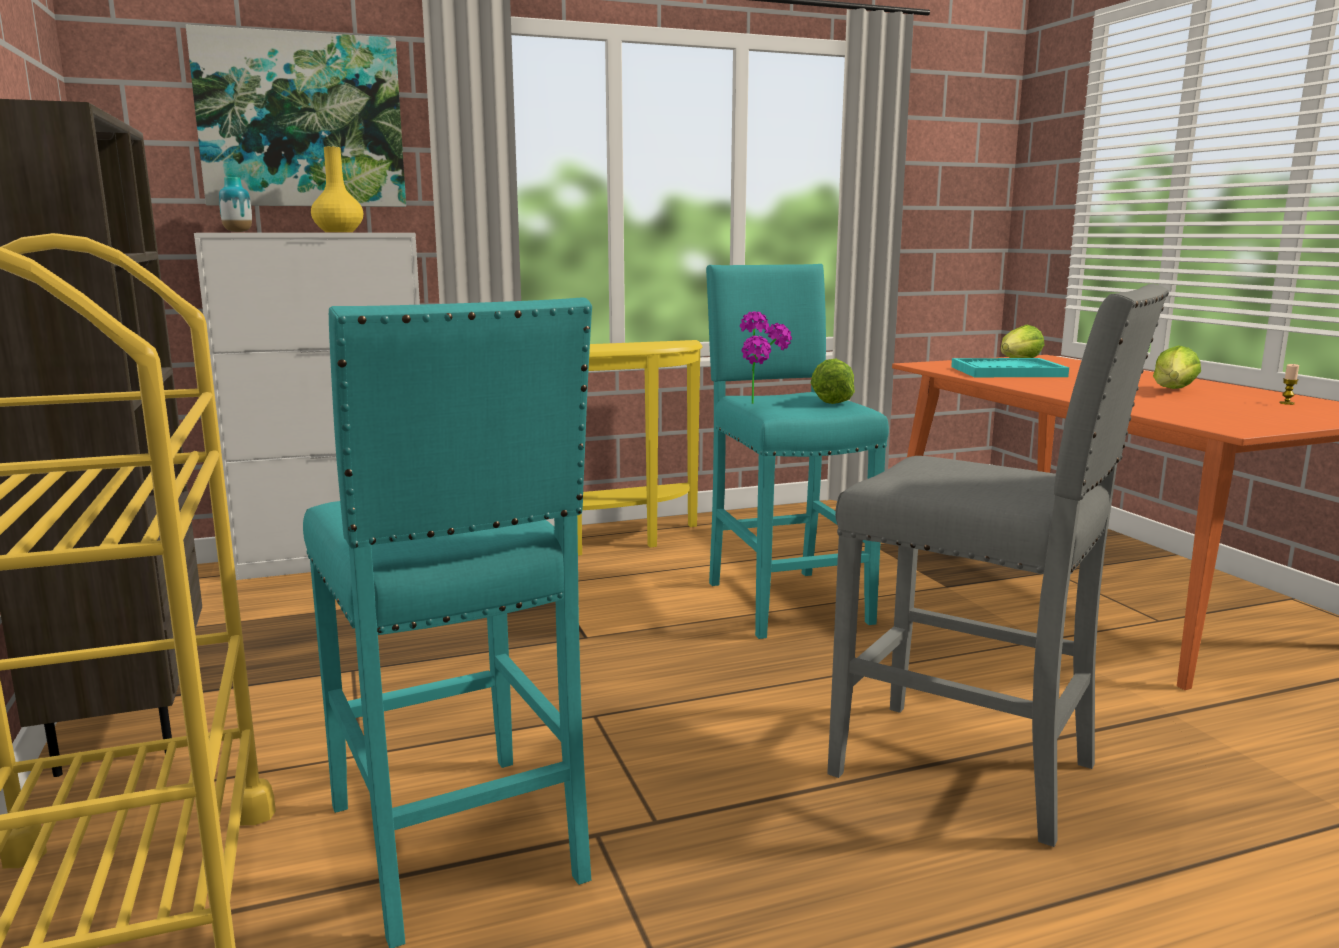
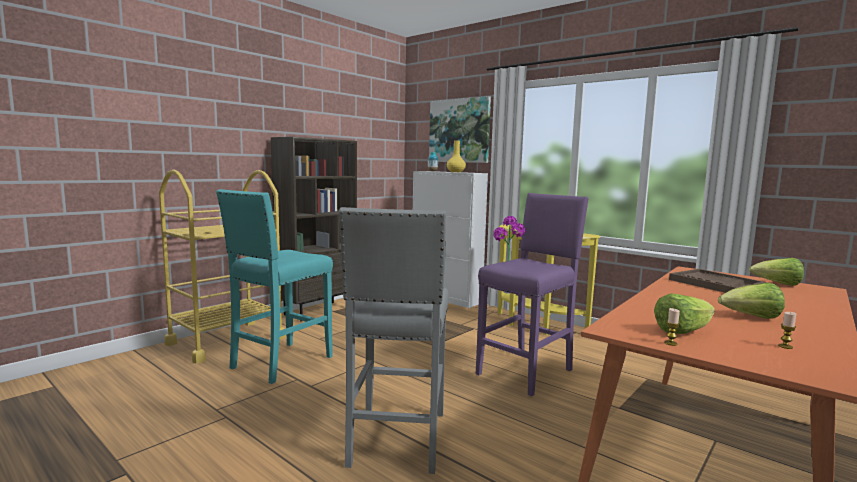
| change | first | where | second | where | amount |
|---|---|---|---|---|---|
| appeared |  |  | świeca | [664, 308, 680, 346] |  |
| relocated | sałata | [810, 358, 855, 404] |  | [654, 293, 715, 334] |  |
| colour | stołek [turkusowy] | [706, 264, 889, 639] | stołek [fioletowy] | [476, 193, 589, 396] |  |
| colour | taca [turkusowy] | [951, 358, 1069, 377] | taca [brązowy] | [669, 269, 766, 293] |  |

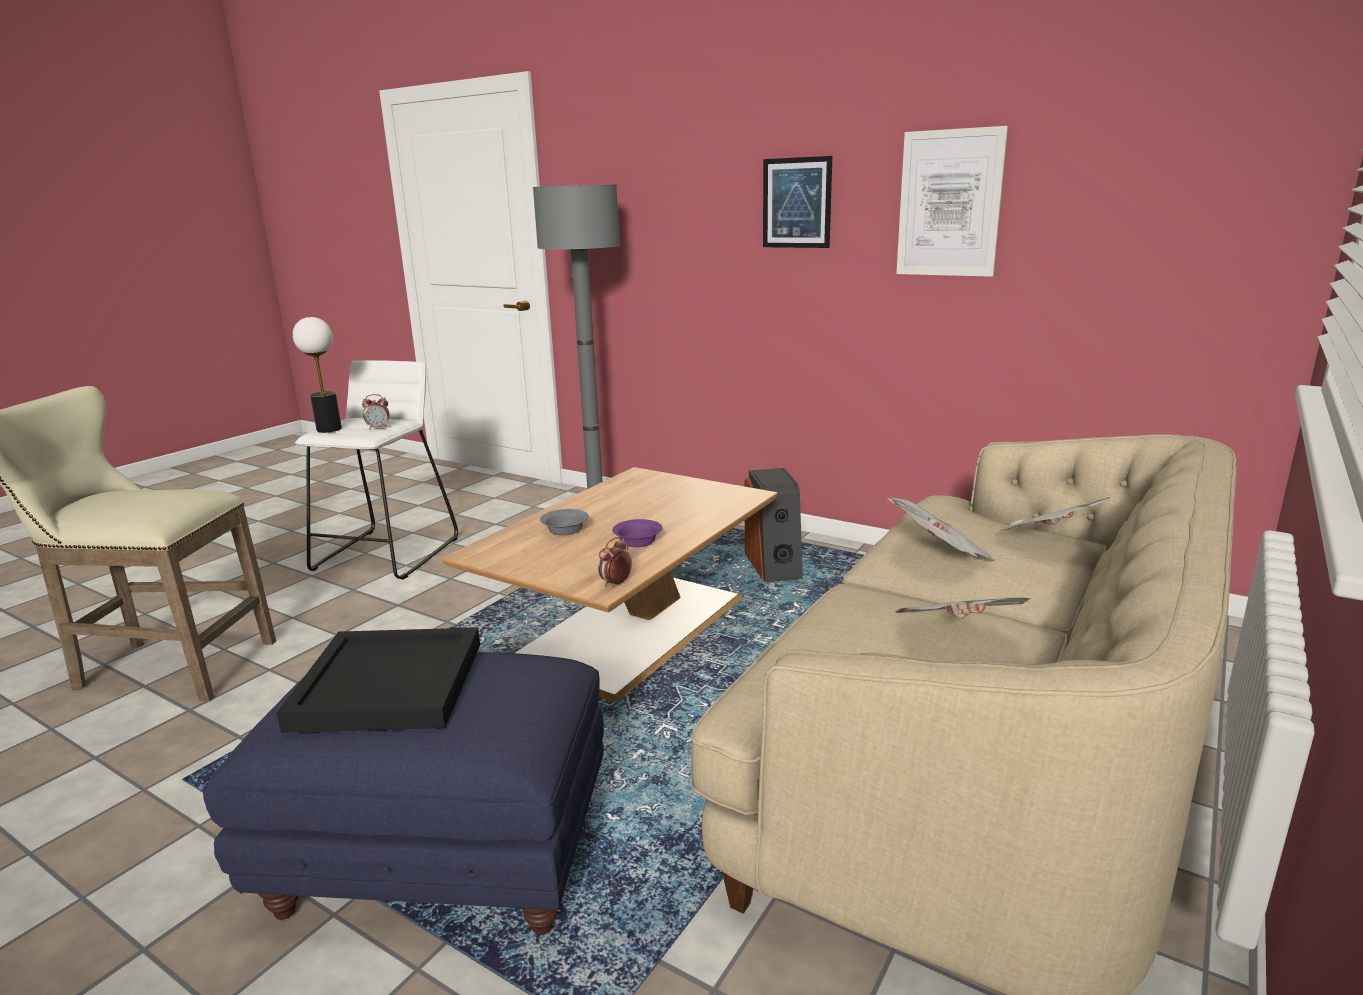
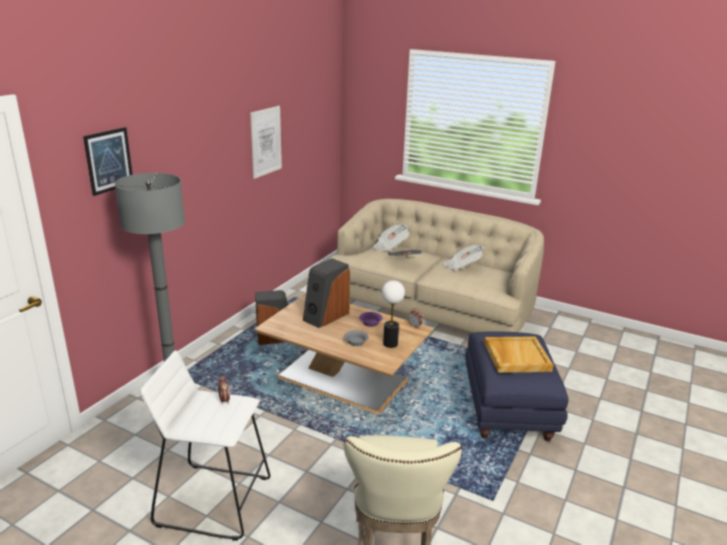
| change | first | where | second | where | amount |
|---|---|---|---|---|---|
| appeared |  |  | głośnik | [303, 258, 350, 328] |  |
| relocated | lampa stołowa | [293, 317, 342, 433] |  | [382, 280, 405, 348] |  |
| relocated | obraz | [763, 156, 832, 248] |  | [83, 127, 133, 196] |  |
| colour | taca [czarny] | [277, 628, 480, 733] | taca [beżowy] | [484, 336, 553, 373] |  |

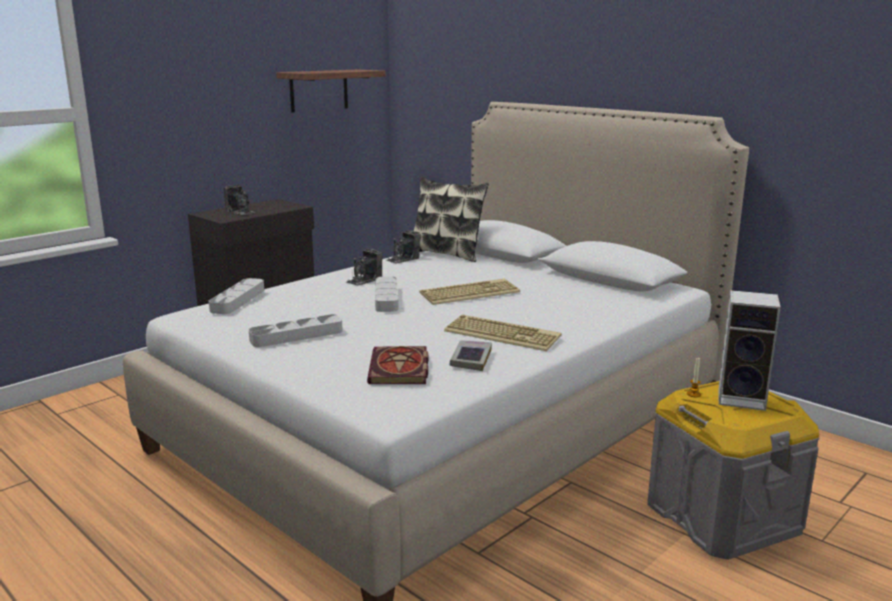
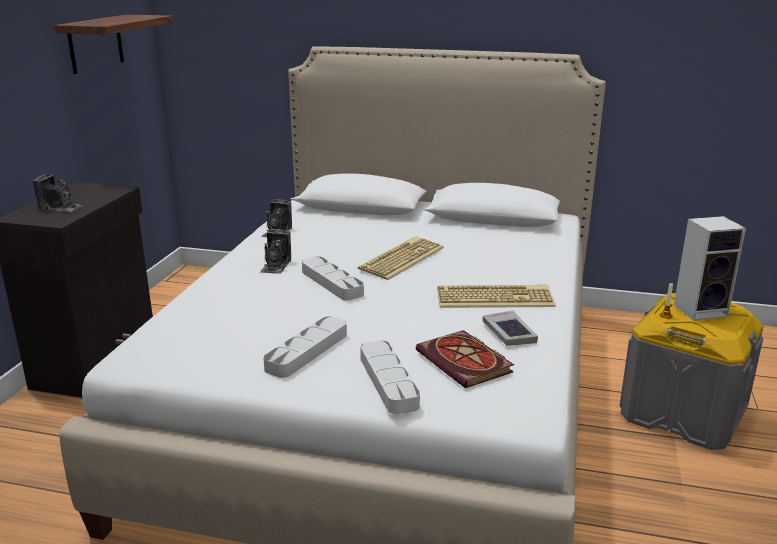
| change | first | where | second | where | amount |
|---|---|---|---|---|---|
| missing | poduszka | [414, 177, 489, 262] |  |  |  |
| relocated | taca [szary] | [209, 278, 264, 314] |  | [360, 340, 420, 414] |  |

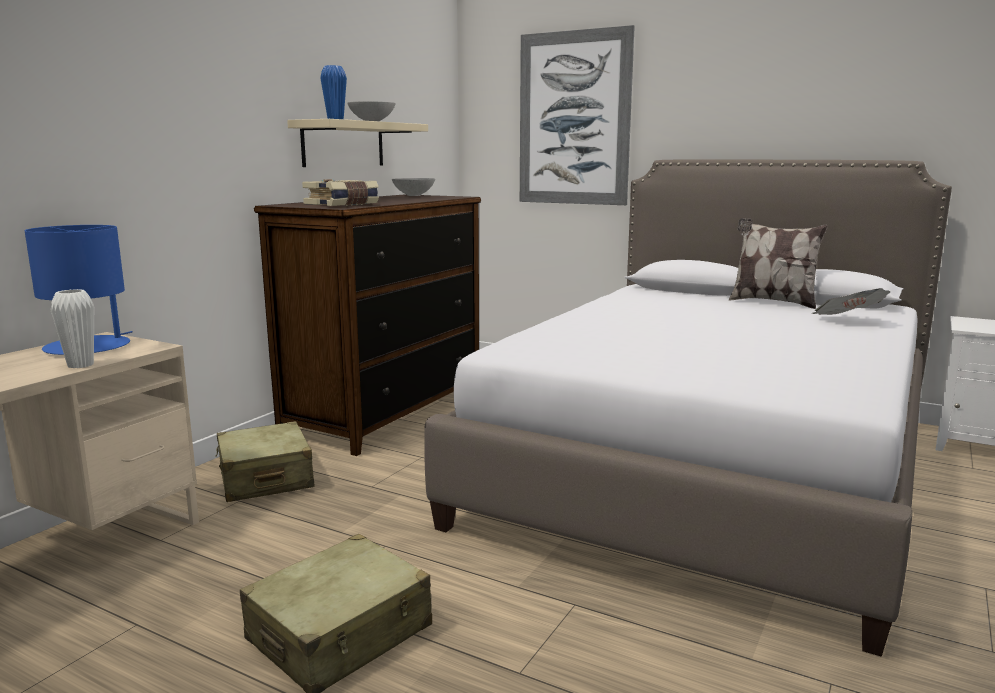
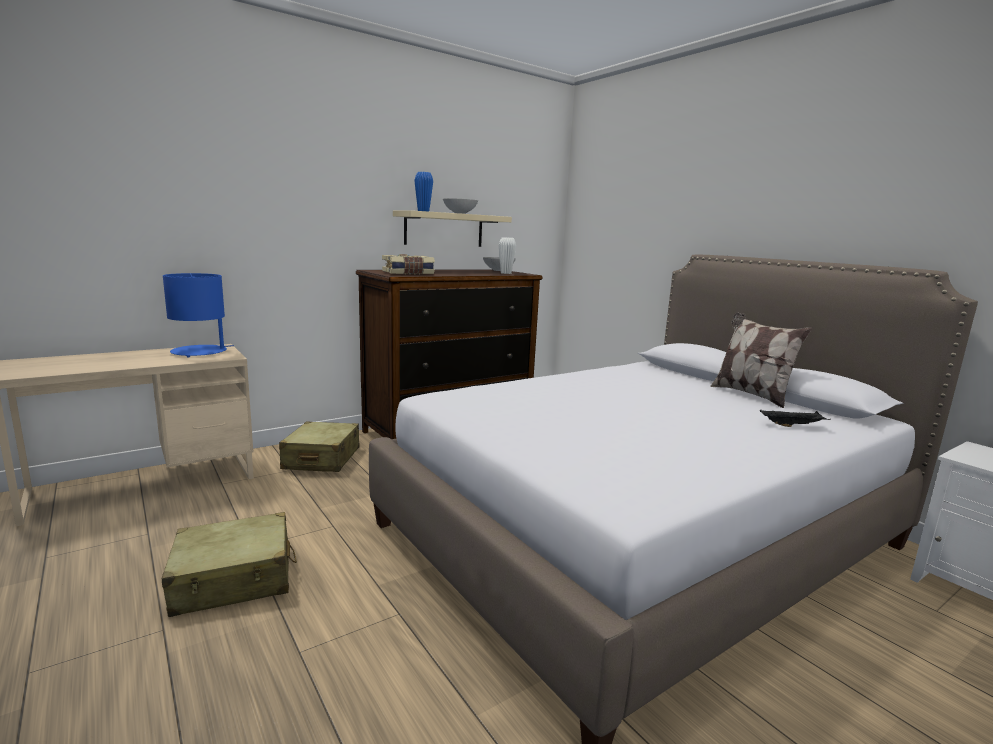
| change | first | where | second | where | amount |
|---|---|---|---|---|---|
| missing | obraz | [520, 25, 635, 205] |  |  |  |
| relocated | wazon [biały] | [51, 289, 94, 368] |  | [499, 237, 516, 274] |  |
| exchanged | gazeta | [812, 288, 890, 315] | taca [czarny] | [760, 410, 831, 427] |  |

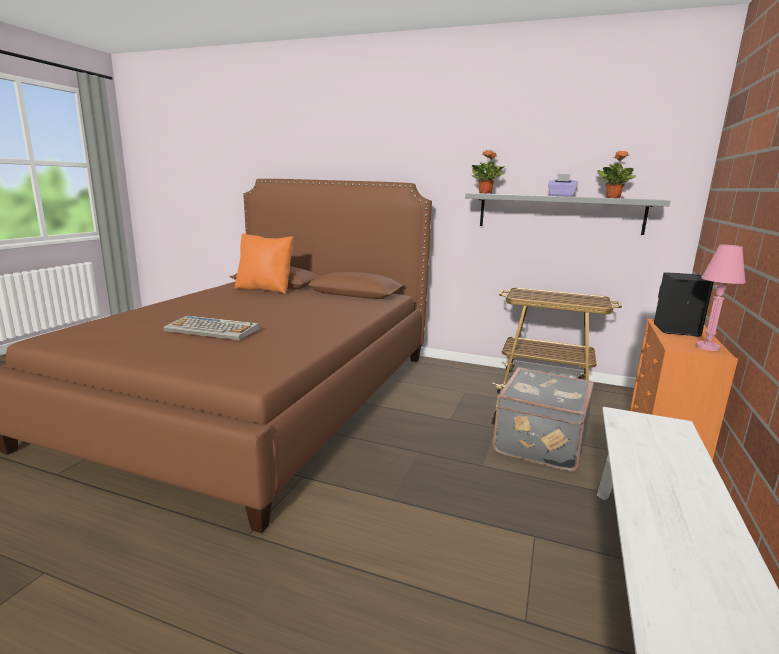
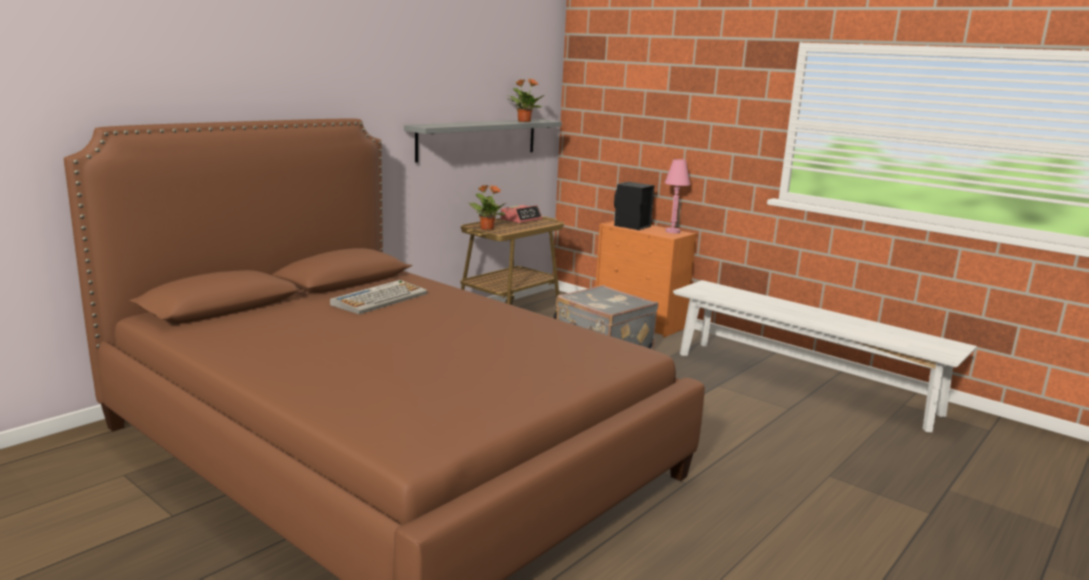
| change | first | where | second | where | amount |
|---|---|---|---|---|---|
| missing | poduszka [pomarańczowy] | [234, 233, 293, 294] |  |  |  |
| missing | pudełko chusteczek [fioletowy] | [548, 174, 578, 197] |  |  |  |
| appeared |  |  | budzik | [501, 205, 542, 223] |  |
| relocated | klawiatura | [164, 315, 260, 340] |  | [330, 280, 427, 314] |  |
| relocated | roślina doniczkowa | [472, 150, 505, 194] |  | [468, 185, 506, 230] |  |

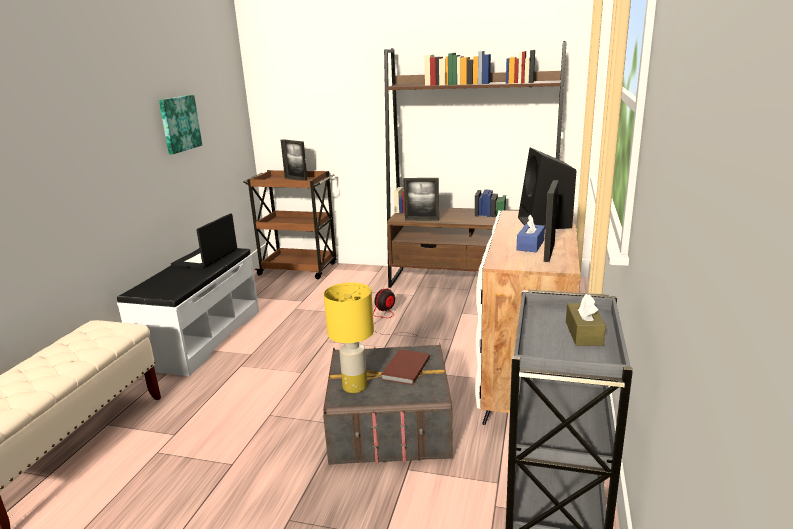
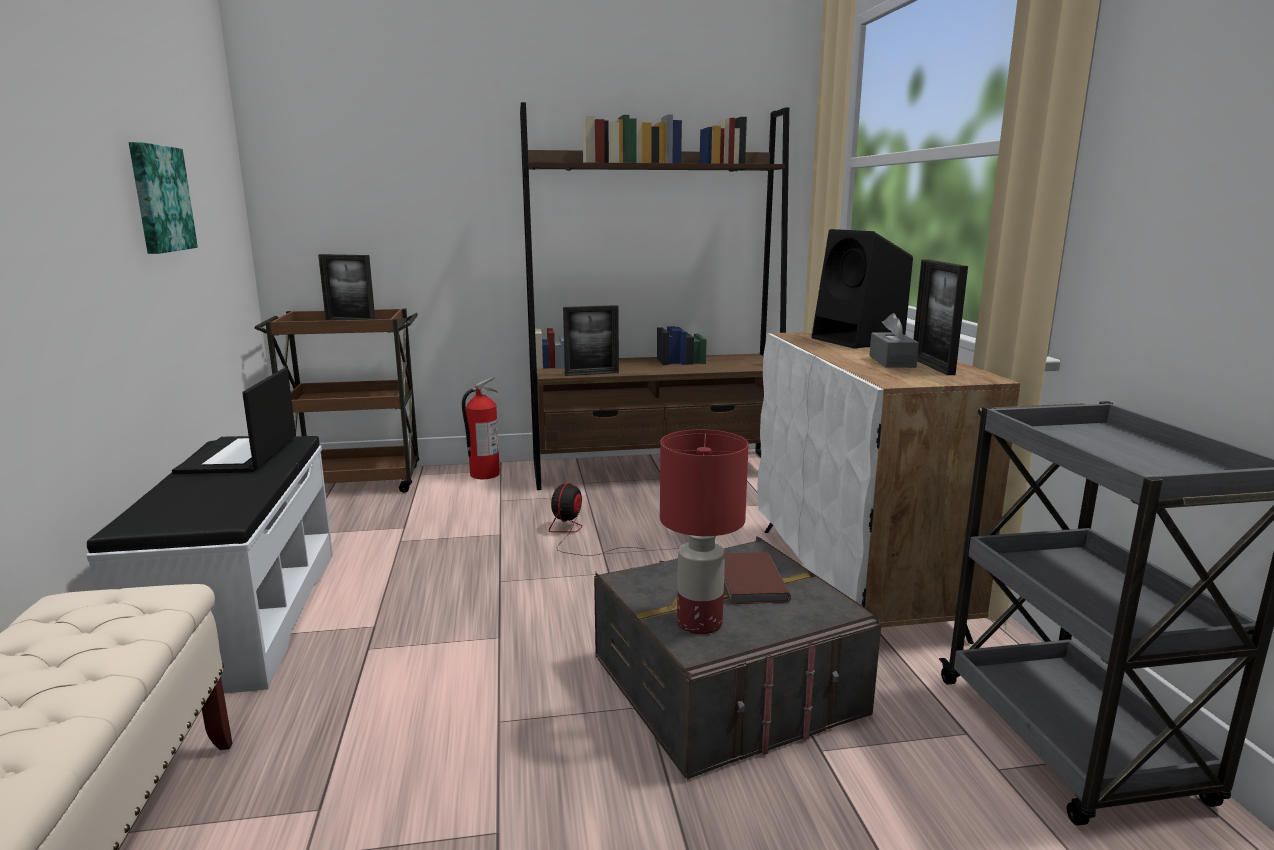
| change | first | where | second | where | amount |
|---|---|---|---|---|---|
| missing | pudełko chusteczek [brązowy] | [566, 294, 606, 346] |  |  |  |
| appeared |  |  | gaśnica | [462, 377, 500, 479] |  |
| colour | lampa stołowa [żółty] | [324, 282, 374, 393] | lampa stołowa [czerwony] | [660, 429, 749, 634] |  |
| colour | pudełko chusteczek [niebieski] | [516, 215, 545, 252] | pudełko chusteczek [szary] | [869, 313, 919, 368] |  |

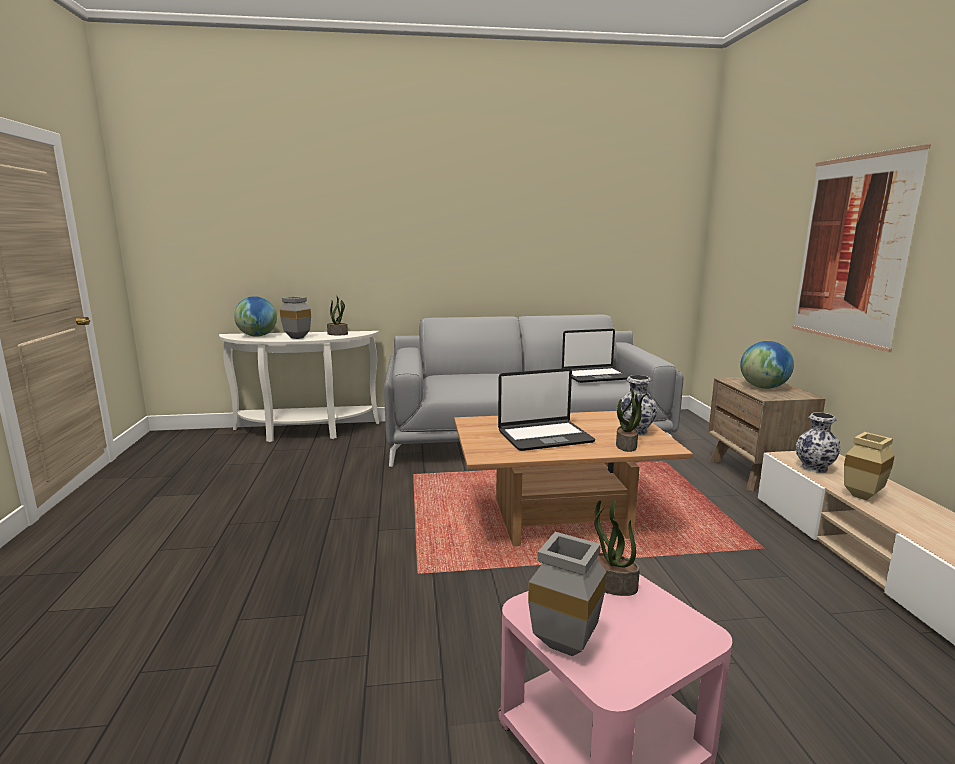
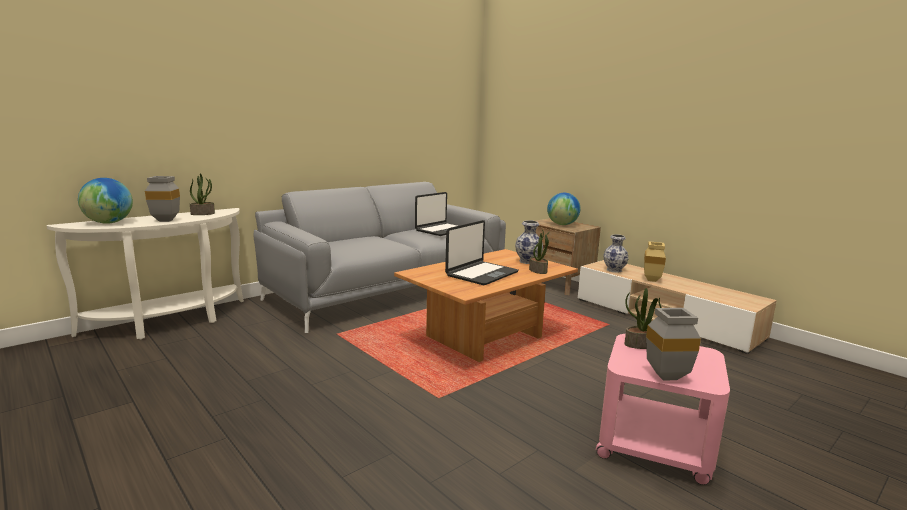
| change | first | where | second | where | amount |
|---|---|---|---|---|---|
| missing | obraz | [792, 144, 931, 352] |  |  |  |

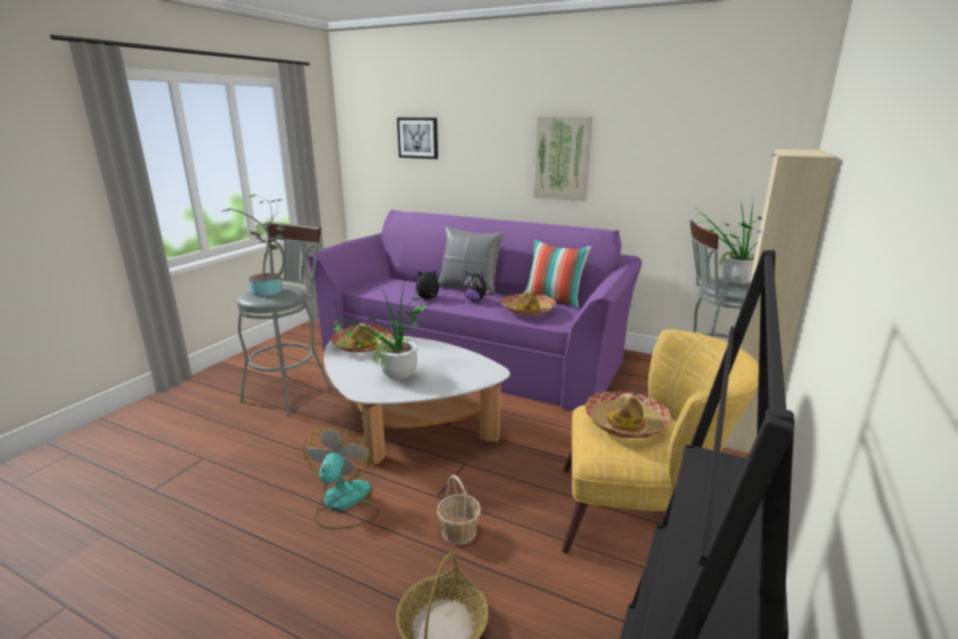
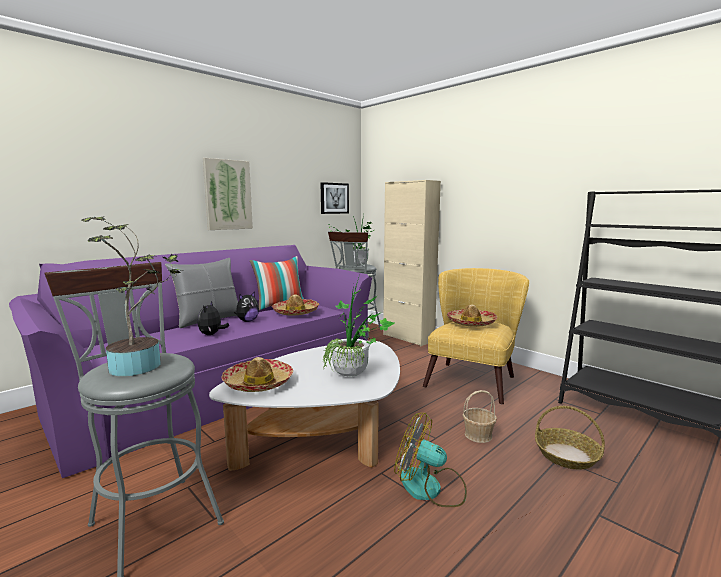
| change | first | where | second | where | amount |
|---|---|---|---|---|---|
| relocated | obraz | [397, 118, 438, 159] |  | [320, 182, 349, 214] |  |

